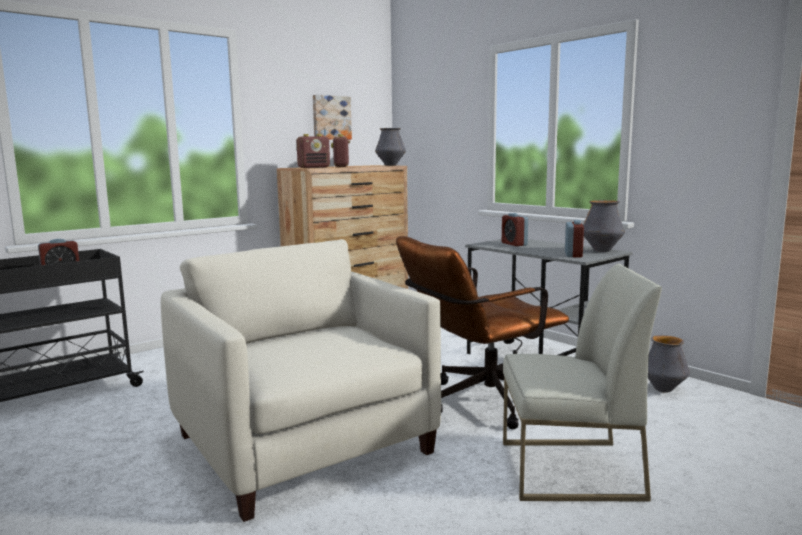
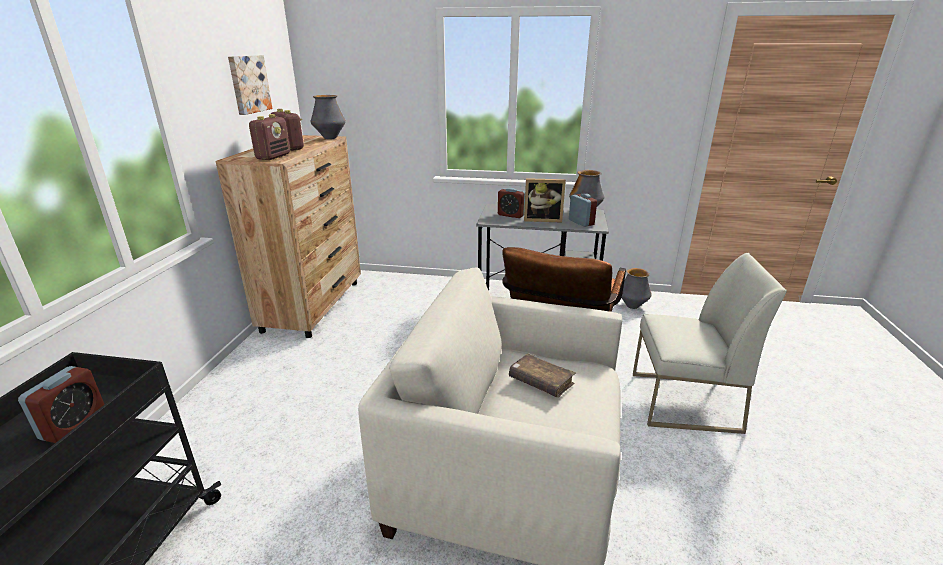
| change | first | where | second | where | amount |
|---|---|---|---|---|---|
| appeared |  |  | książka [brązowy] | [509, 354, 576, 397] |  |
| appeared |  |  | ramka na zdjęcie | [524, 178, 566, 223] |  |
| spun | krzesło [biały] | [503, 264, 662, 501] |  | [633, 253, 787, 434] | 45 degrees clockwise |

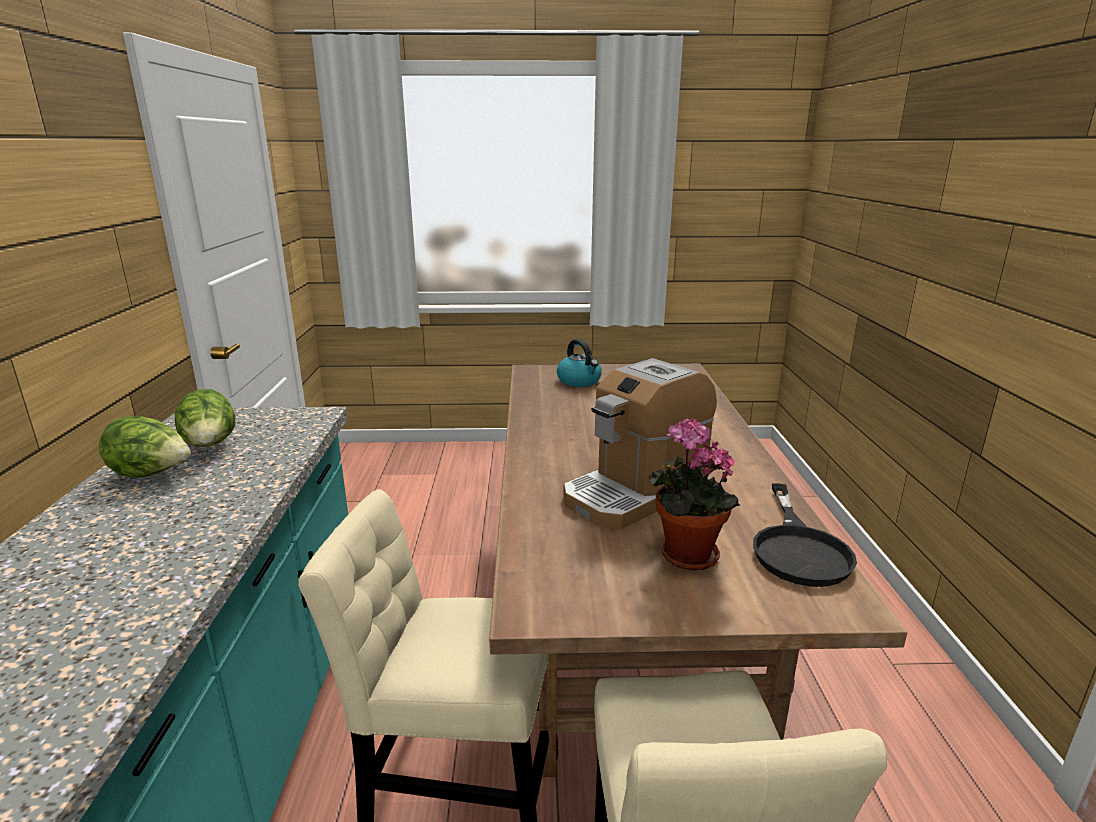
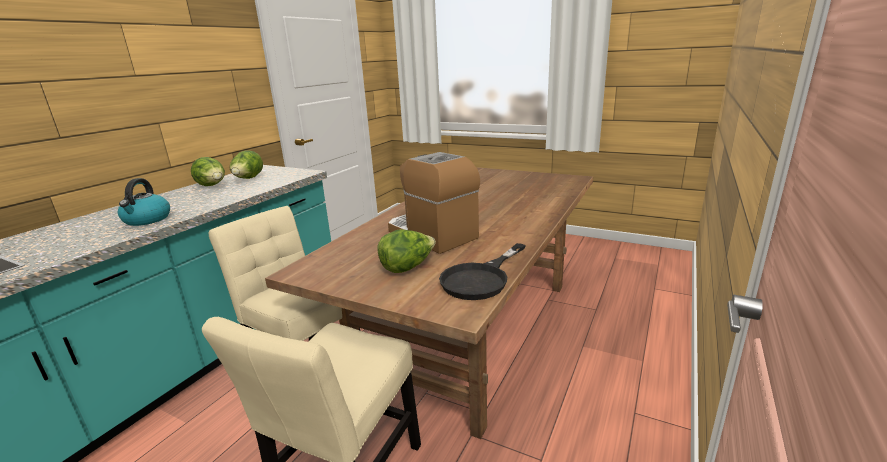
| change | first | where | second | where | amount |
|---|---|---|---|---|---|
| relocated | czajnik | [557, 339, 602, 387] |  | [118, 178, 170, 226] |  |
| exchanged | roślina doniczkowa | [649, 418, 740, 570] | sałata | [377, 229, 436, 273] |  |
| spun | ekspres do kawy | [564, 358, 717, 529] |  | [388, 152, 480, 254] | 60 degrees clockwise |

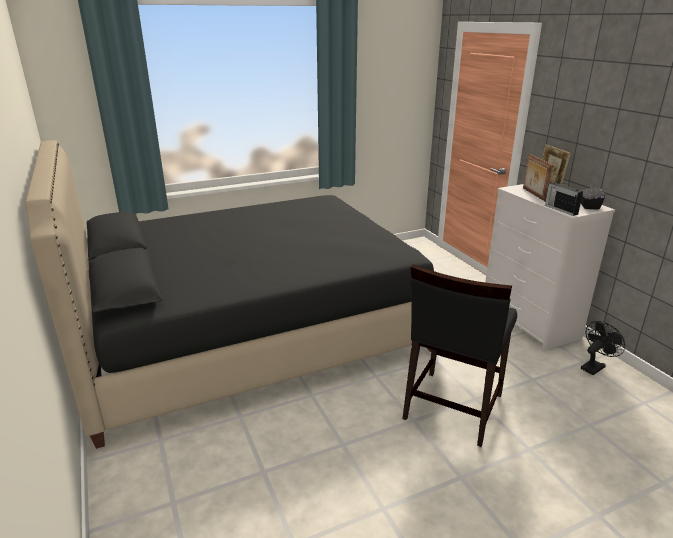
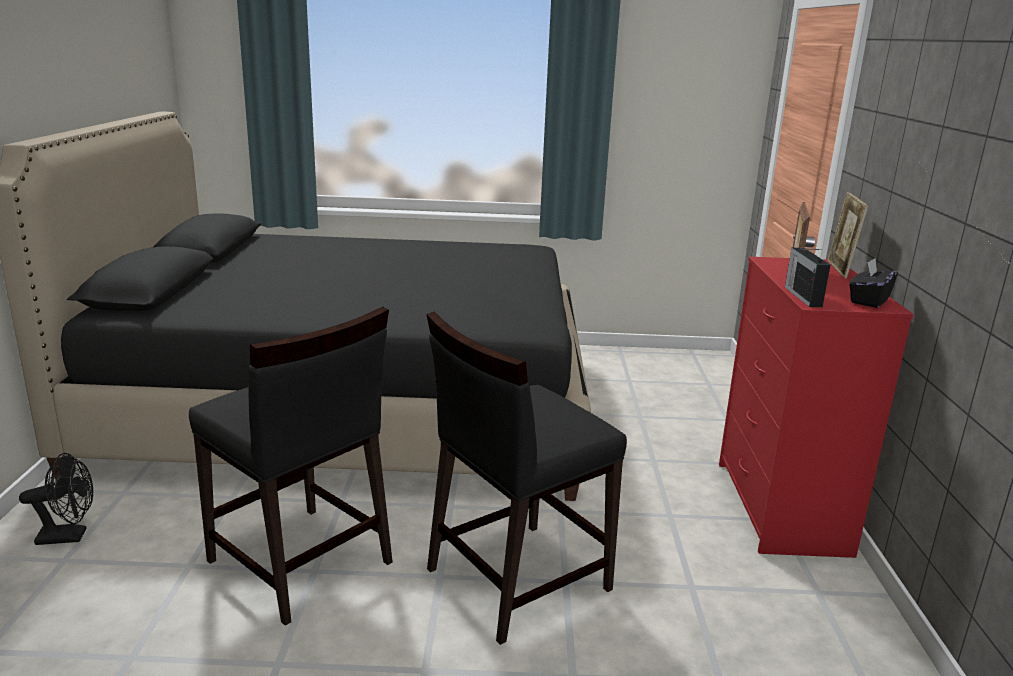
| change | first | where | second | where | amount |
|---|---|---|---|---|---|
| appeared |  |  | krzesło [czarny] | [189, 307, 393, 626] |  |
| relocated | wentylator [czarny] | [581, 321, 625, 375] |  | [19, 453, 93, 545] |  |
| colour | komoda [biały] | [485, 184, 615, 351] | komoda [czerwony] | [719, 257, 914, 558] |  |

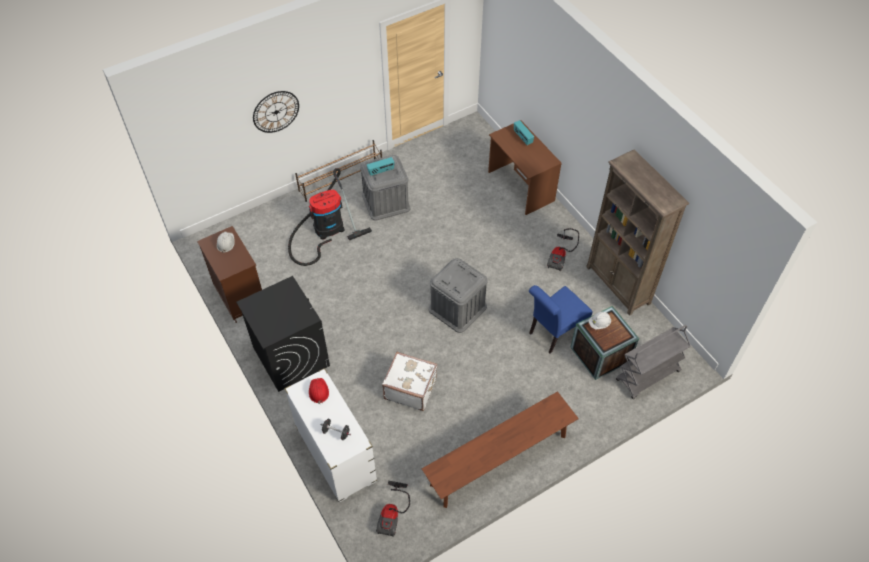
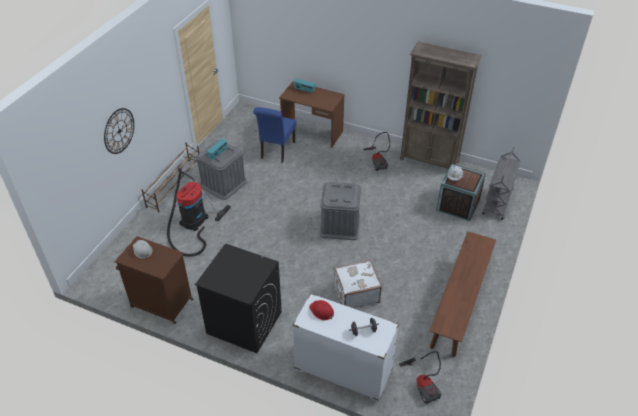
| change | first | where | second | where | amount |
|---|---|---|---|---|---|
| relocated | krzesło [niebieski] | [529, 285, 593, 354] |  | [253, 107, 297, 163] |  |

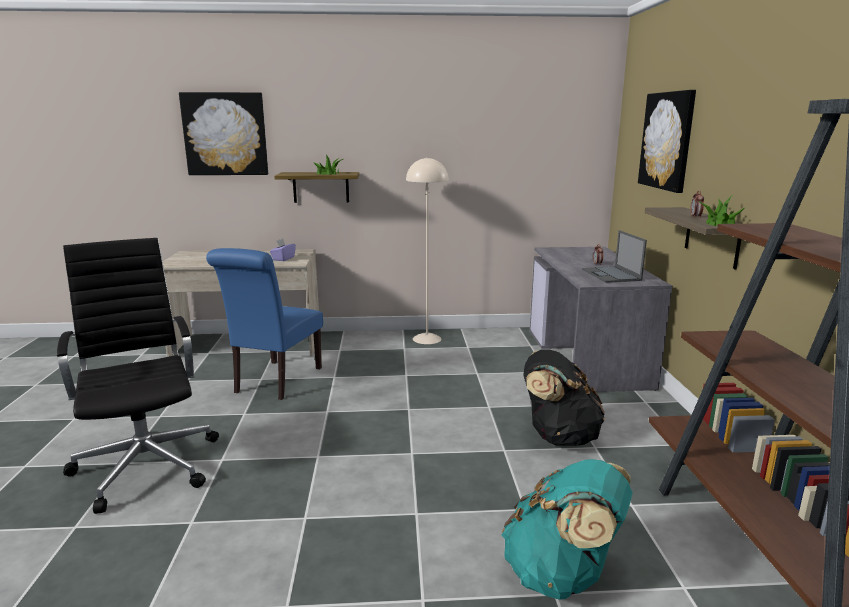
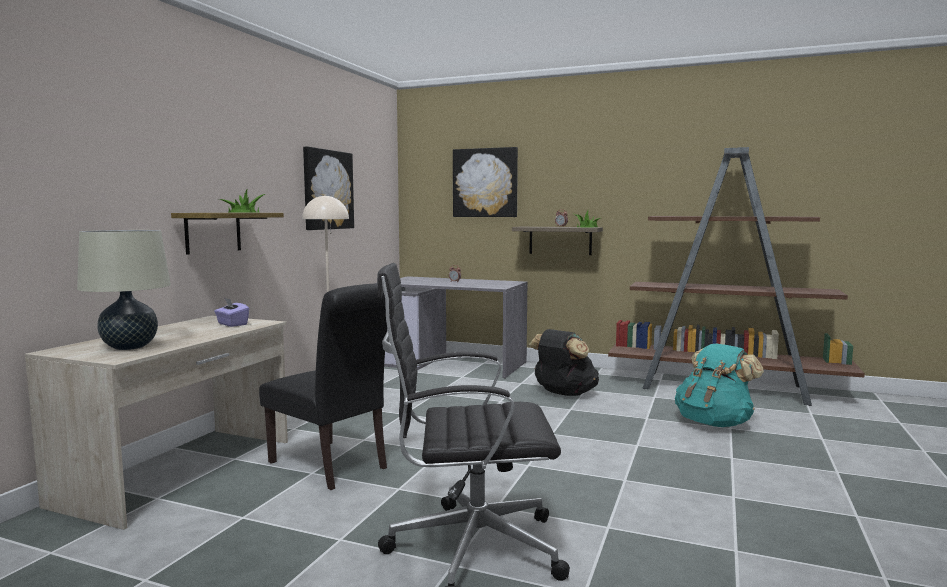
| change | first | where | second | where | amount |
|---|---|---|---|---|---|
| missing | laptop | [582, 230, 647, 283] |  |  |  |
| appeared |  |  | lampa stołowa [beżowy] | [77, 230, 171, 350] |  |
| relocated | obraz | [179, 92, 268, 175] |  | [303, 146, 354, 230] |  |
| colour | krzesło [niebieski] | [206, 248, 323, 400] | krzesło [czarny] | [259, 283, 387, 490] |  |

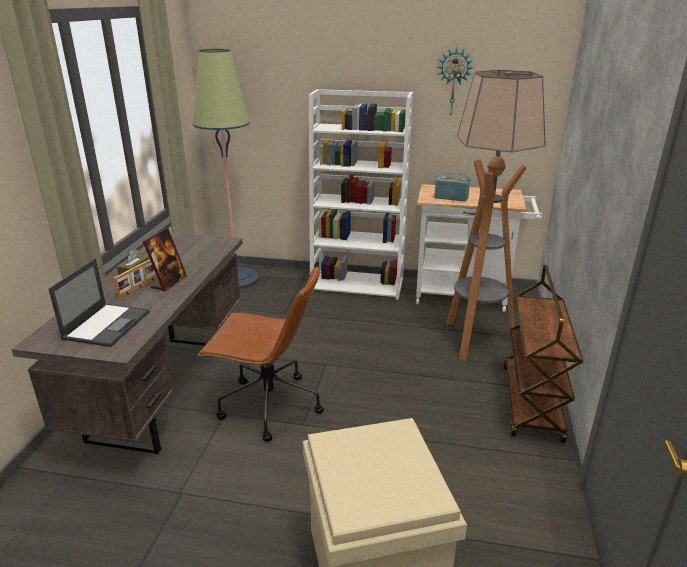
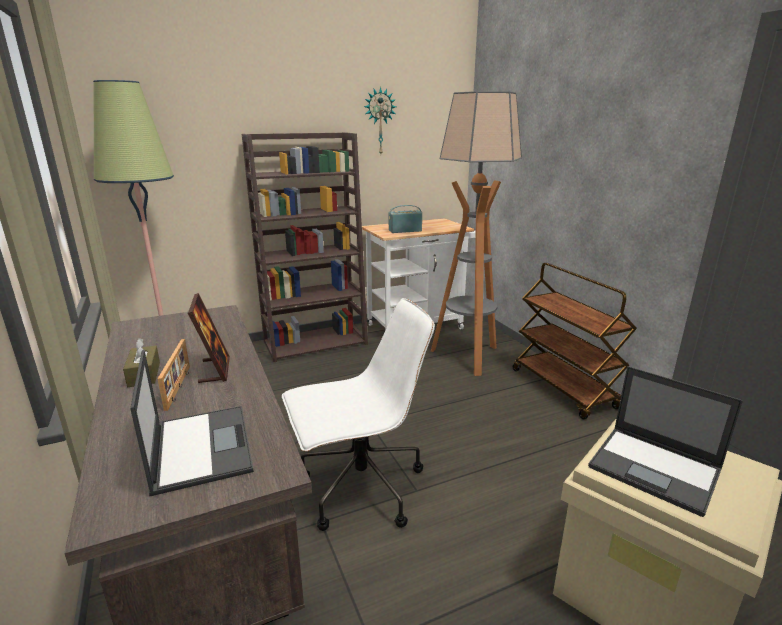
| change | first | where | second | where | amount |
|---|---|---|---|---|---|
| appeared |  |  | laptop | [588, 366, 743, 517] |  |
| colour | krzesło biurowe [brązowy] | [198, 266, 324, 442] | krzesło biurowe [biały] | [282, 298, 435, 531] |  |
| colour | regał [biały] | [309, 89, 413, 300] | regał [brązowy] | [242, 132, 368, 362] |  |

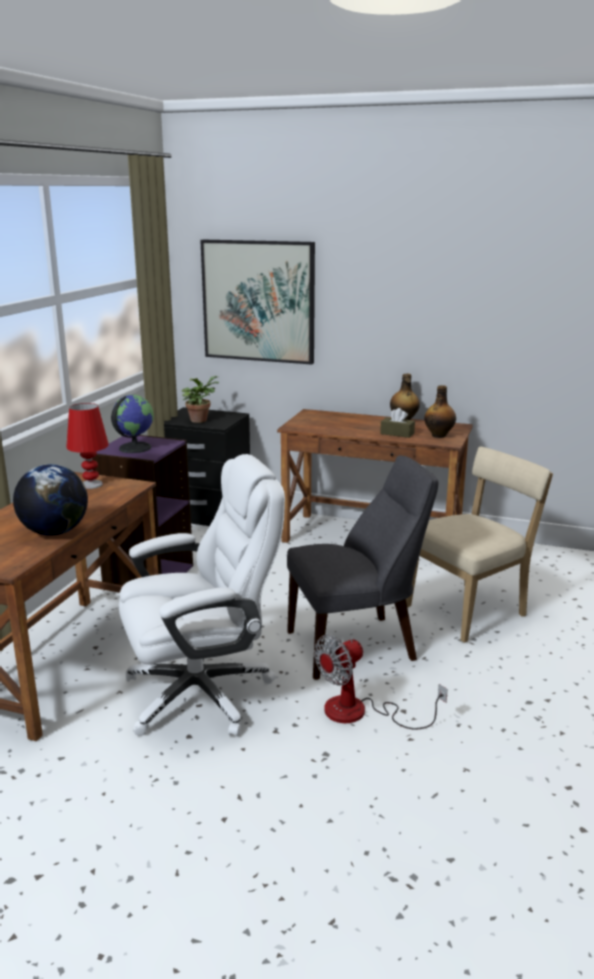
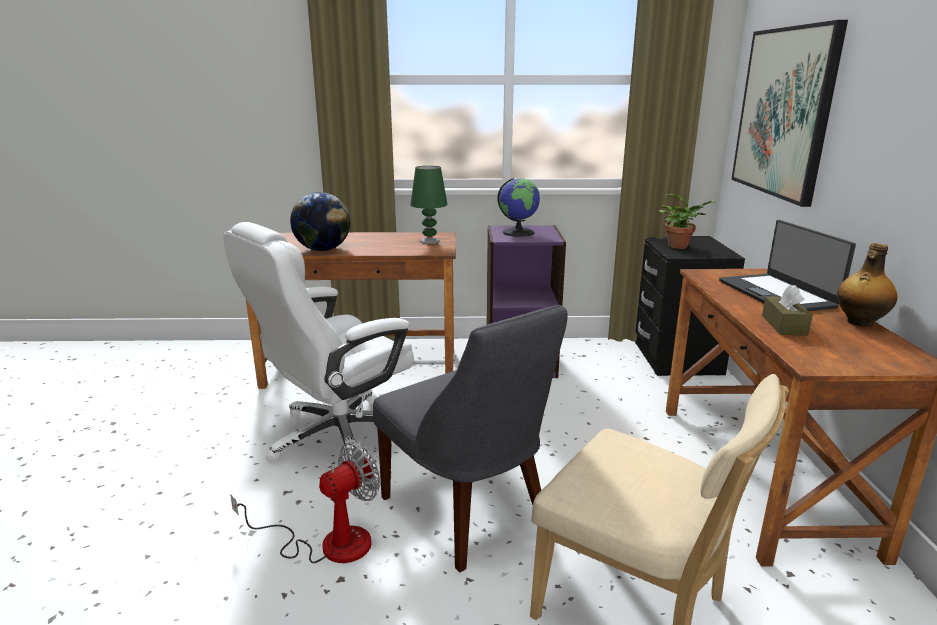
| change | first | where | second | where | amount |
|---|---|---|---|---|---|
| missing | butelka | [424, 385, 456, 438] |  |  |  |
| appeared |  |  | laptop | [719, 220, 856, 311] |  |
| colour | lampa stołowa [czerwony] | [66, 403, 109, 489] | lampa stołowa [zielony] | [410, 166, 448, 244] |  |
| spun | krzesło biurowe [biały] | [119, 454, 285, 736] |  | [223, 222, 414, 463] | 90 degrees clockwise |
| spun | wentylator | [314, 635, 447, 729] |  | [230, 442, 380, 563] | 105 degrees clockwise |

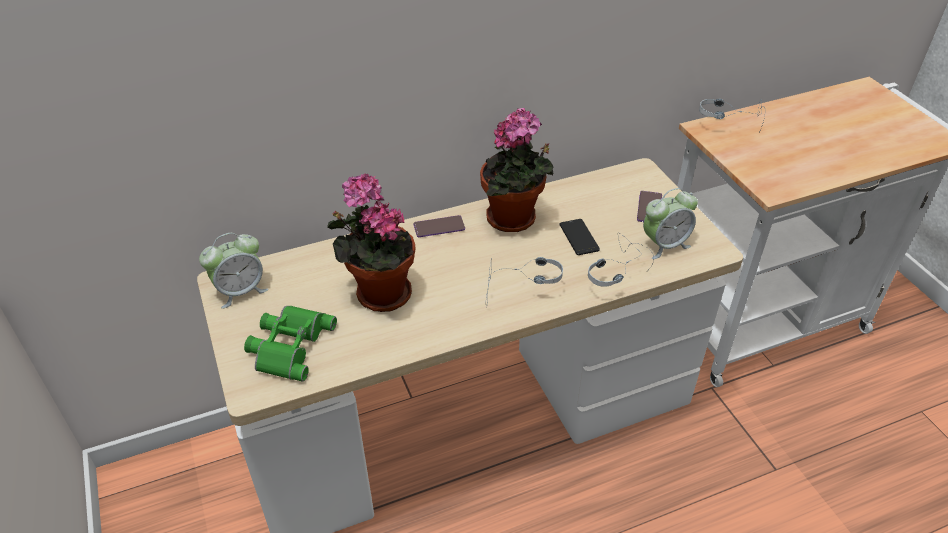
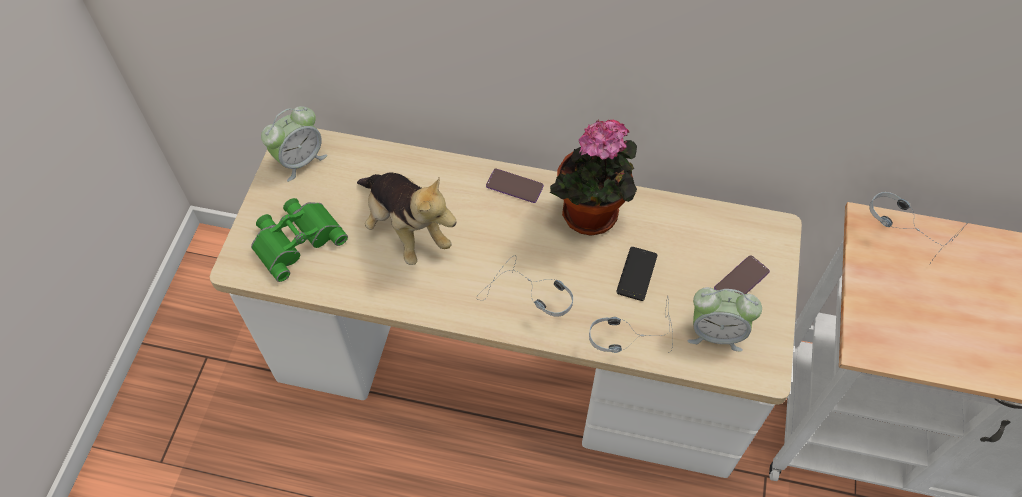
| change | first | where | second | where | amount |
|---|---|---|---|---|---|
| exchanged | roślina doniczkowa | [327, 173, 416, 312] | pluszak | [357, 173, 457, 265] |  |
| spun | budzik | [199, 233, 269, 309] |  | [261, 106, 327, 182] | 45 degrees counterclockwise |

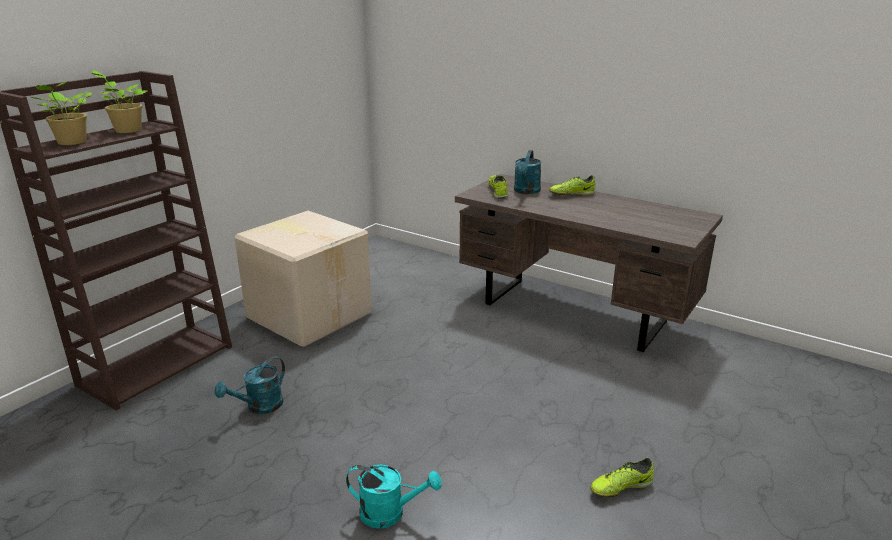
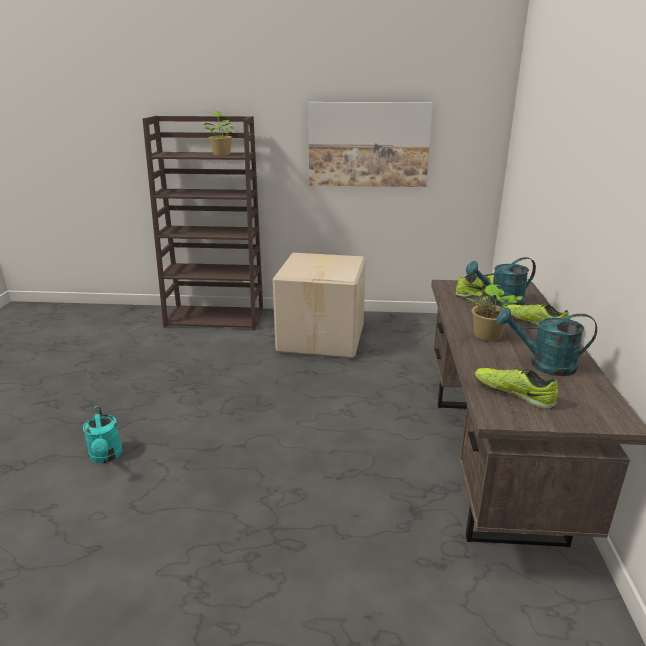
| change | first | where | second | where | amount |
|---|---|---|---|---|---|
| appeared |  |  | obraz | [308, 102, 433, 187] |  |
| relocated | roślina doniczkowa | [30, 81, 92, 145] |  | [462, 283, 522, 341] |  |
| relocated | konewka [turkusowy] | [215, 356, 285, 414] |  | [496, 308, 597, 376] |  |
| relocated | but | [590, 458, 654, 498] |  | [474, 368, 558, 409] |  |

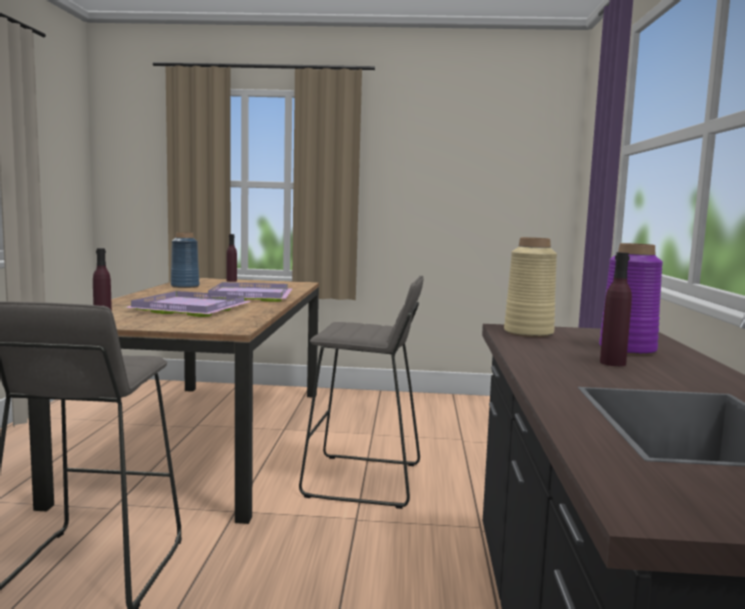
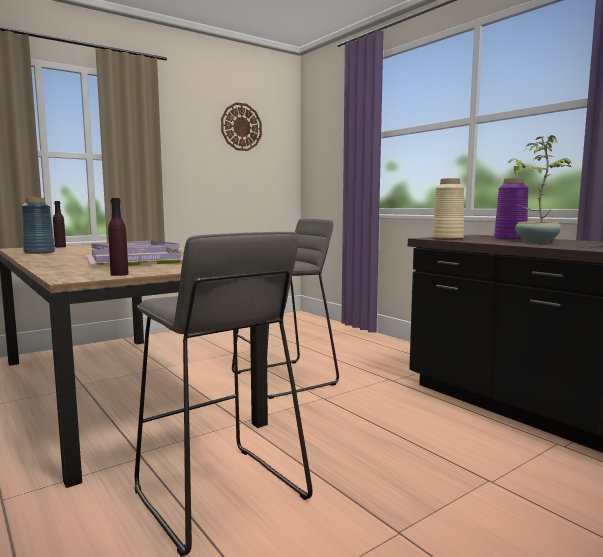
| change | first | where | second | where | amount |
|---|---|---|---|---|---|
| appeared |  |  | zegar ścienny | [221, 102, 262, 151] |  |
| exchanged | butelka [fioletowy] | [600, 252, 632, 366] | roślina doniczkowa | [508, 135, 572, 243] |  |

